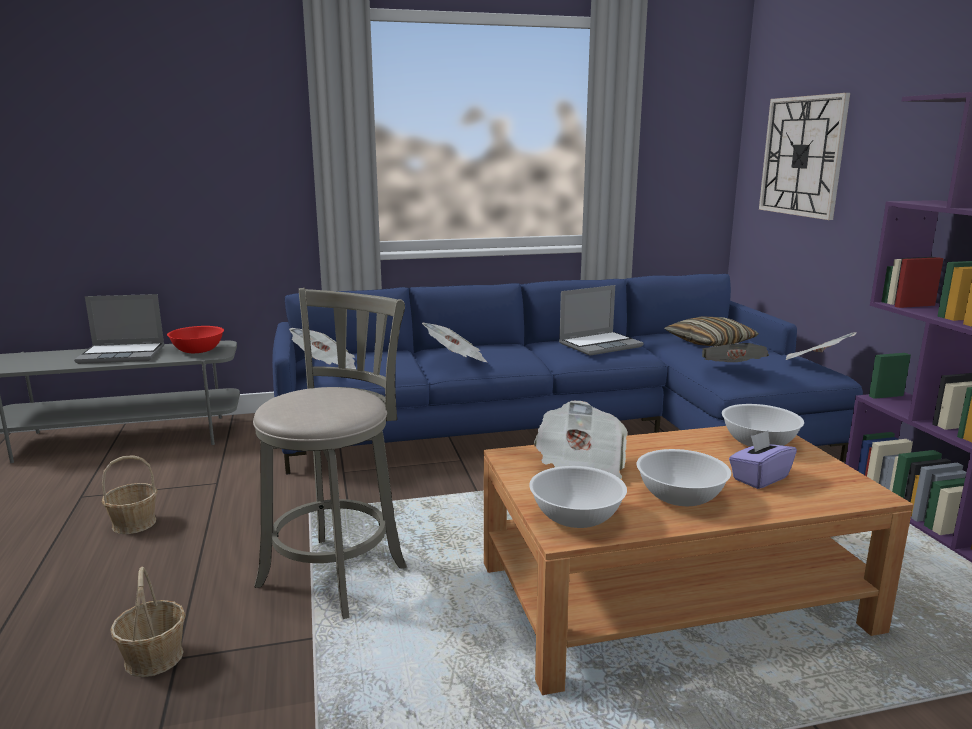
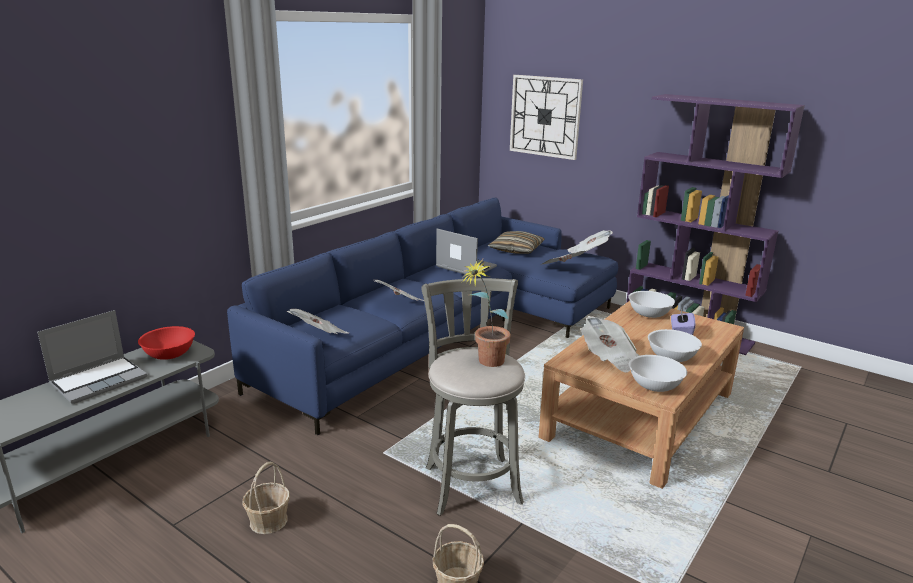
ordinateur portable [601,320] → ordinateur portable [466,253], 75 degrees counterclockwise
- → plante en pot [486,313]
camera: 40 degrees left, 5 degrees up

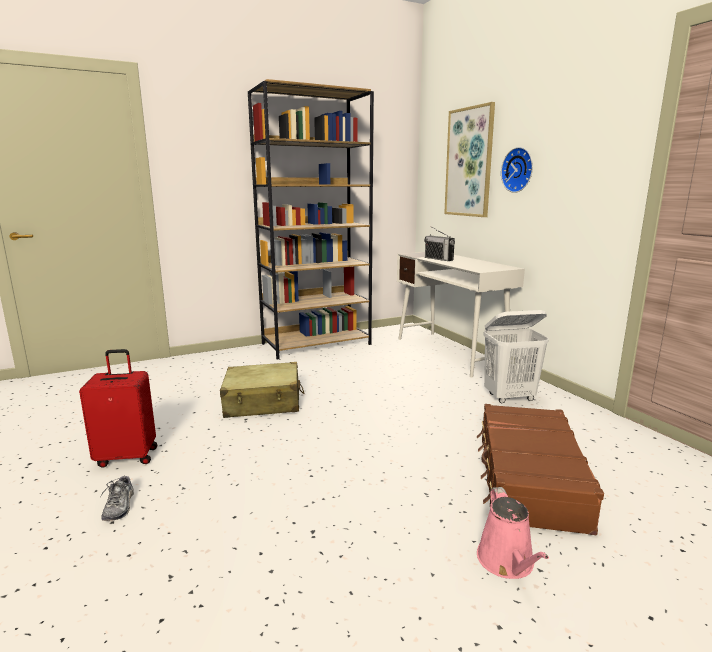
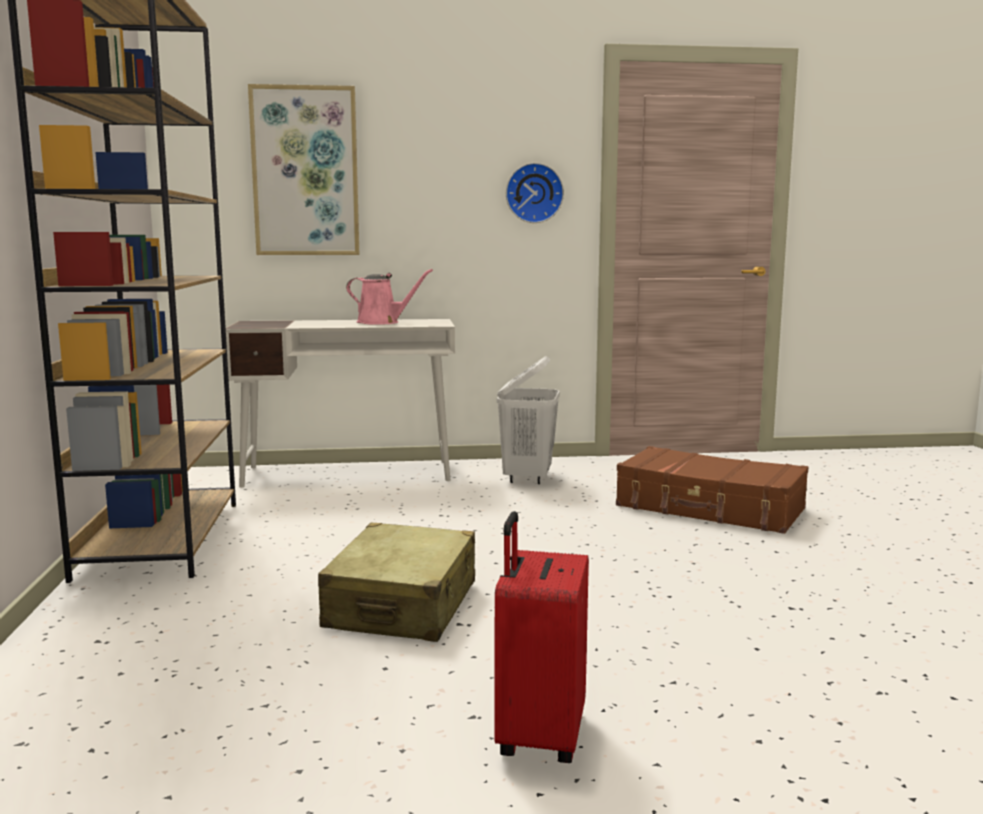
horloge murale [517,170] → horloge murale [535,193], relocated
radio [439,243] → -
chaussure [117,497] → -
arrosoir [rose] [513,533] → arrosoir [rose] [389,297], relocated
camera: 70 degrees left, 5 degrees down

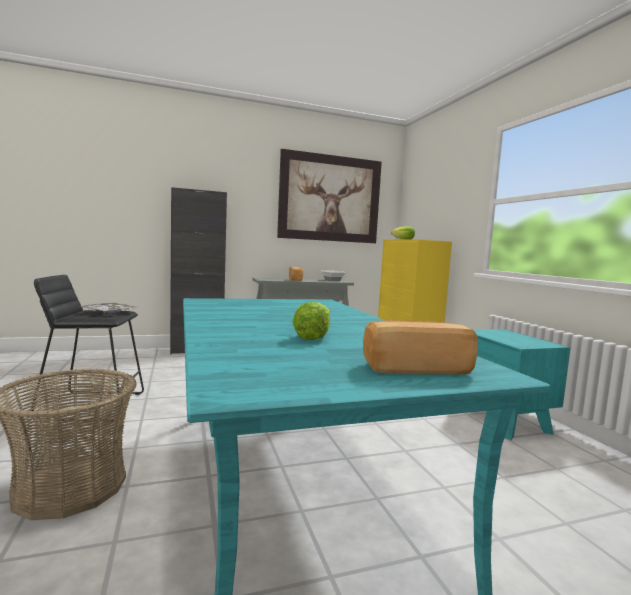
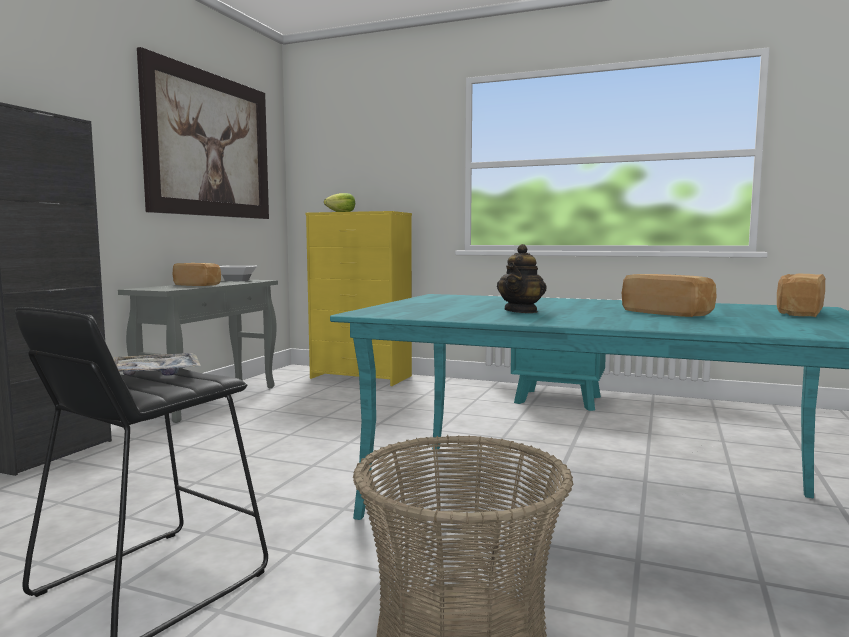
laitue [311,321] → pain [669,295]
- → théière [522,278]
camera: 50 degrees left, 0 degrees up

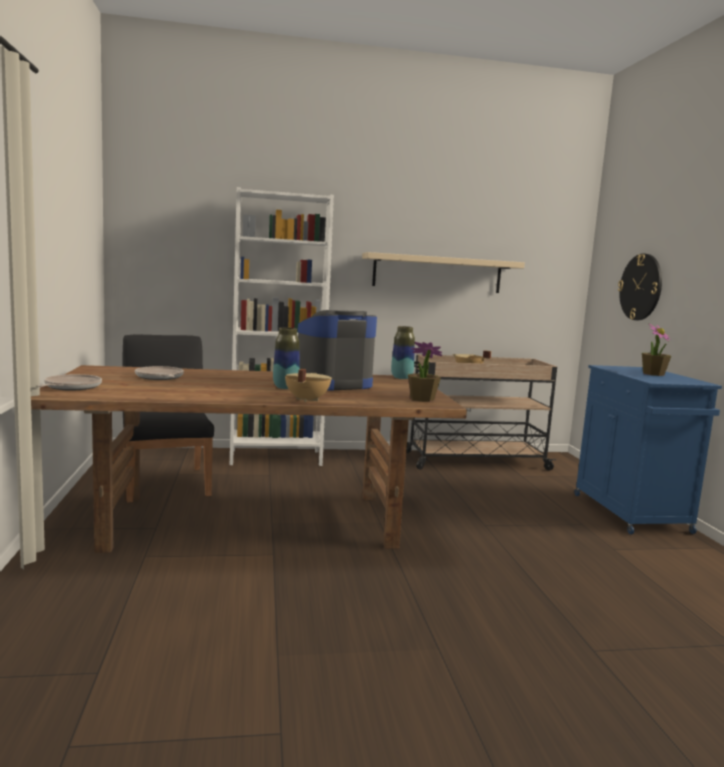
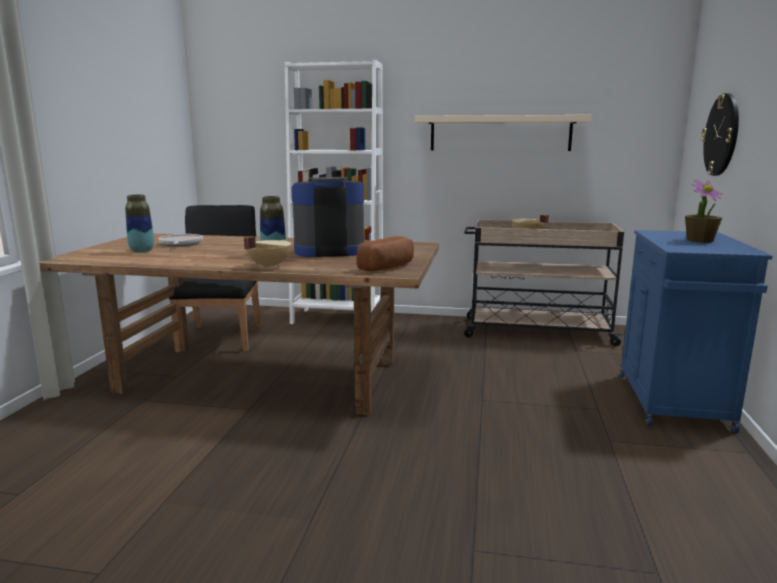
vase [403,352] → vase [139,223], relocated
plante en pot [425,372] → pain [385,253]
poêle [70,382] → -
camera: 20 degrees right, 5 degrees up

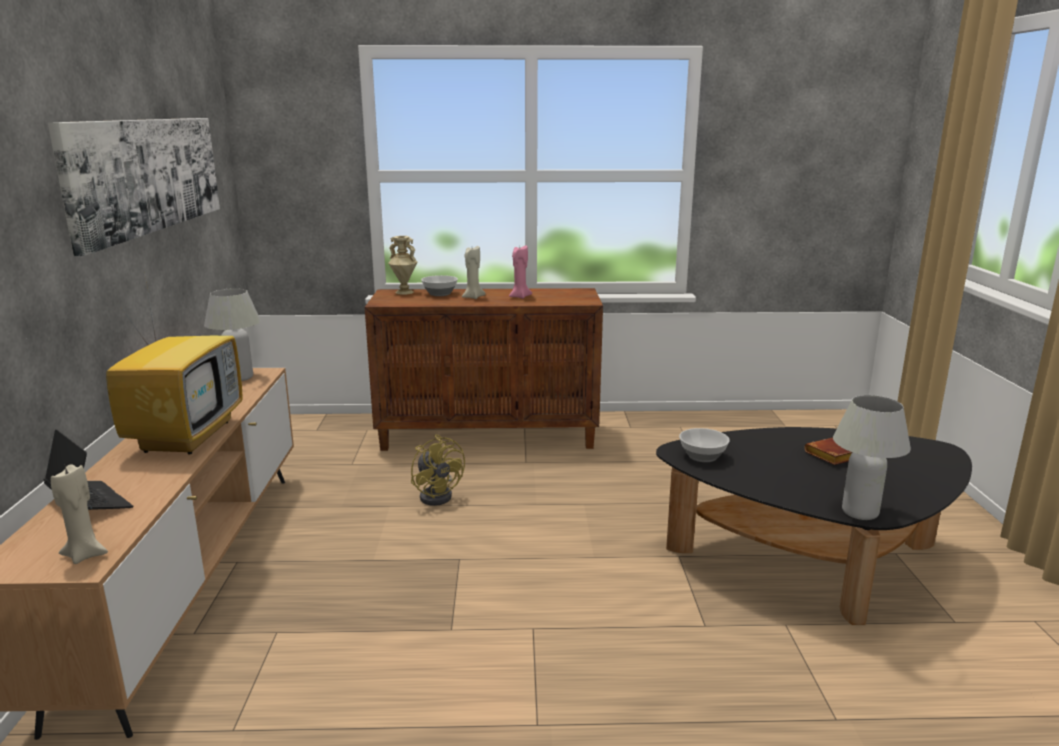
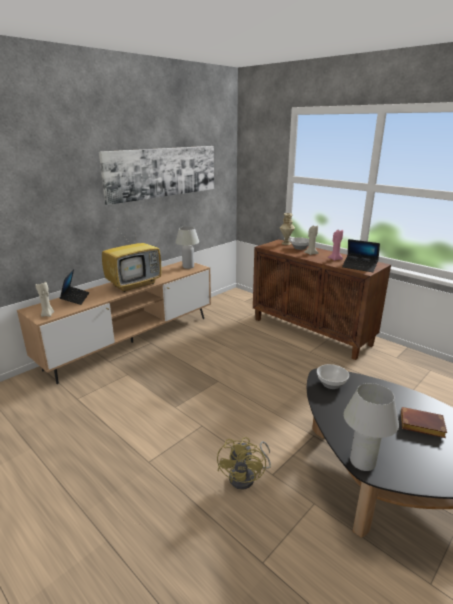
ventilateur [jaune] [438,470] → ventilateur [jaune] [244,463], relocated
- → ordinateur portable [361,255]
camera: 45 degrees right, 5 degrees up

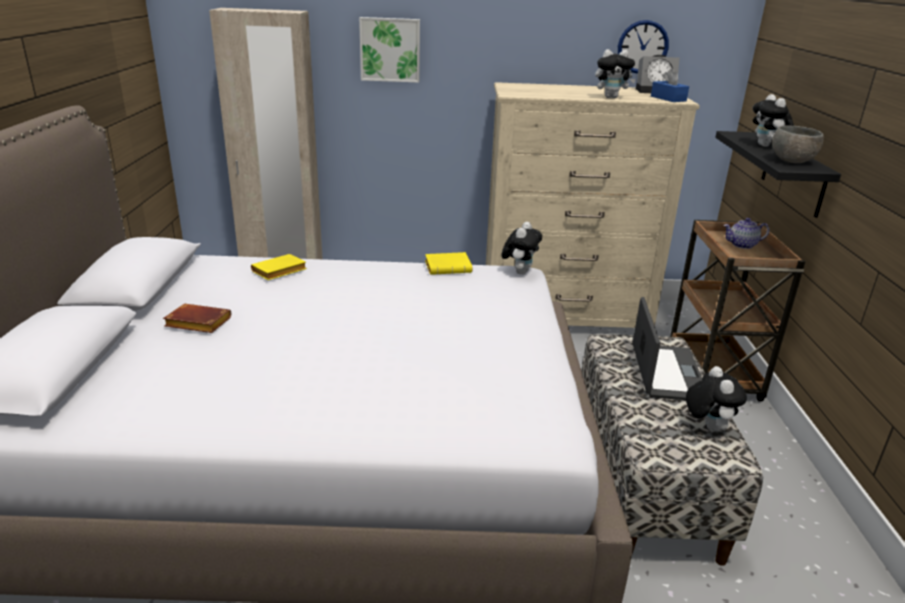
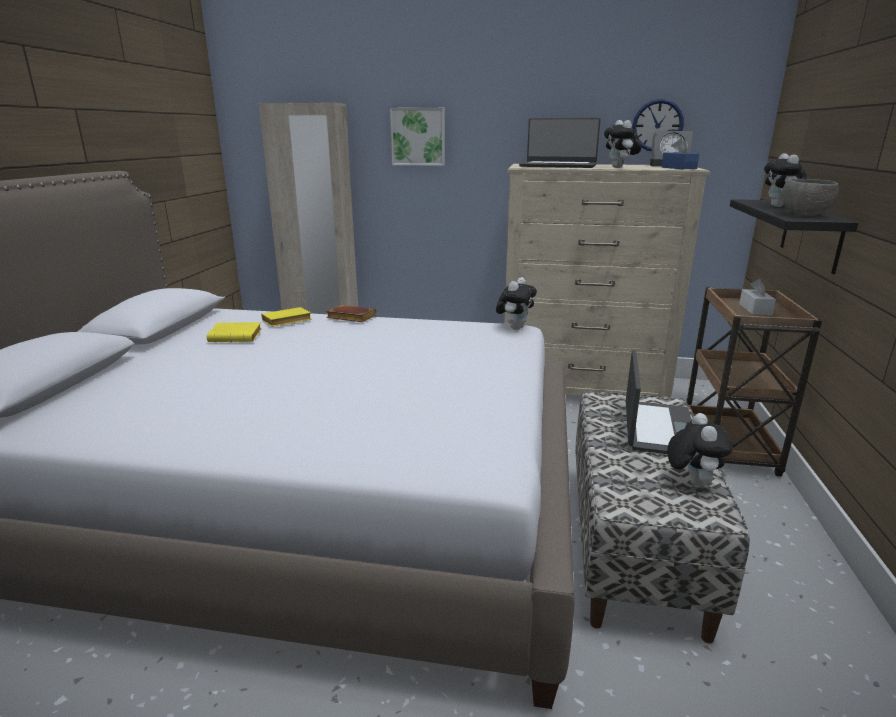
peluche [615,73] → peluche [622,144], 75 degrees clockwise
théière [746,233] → boîte à mouchoirs [blanc] [757,297]
livre [jaune] [448,263] → livre [jaune] [234,332], relocated
livre [marron] [197,318] → livre [marron] [351,313], relocated
- → ordinateur portable [560,143]
camera: 10 degrees right, 5 degrees down

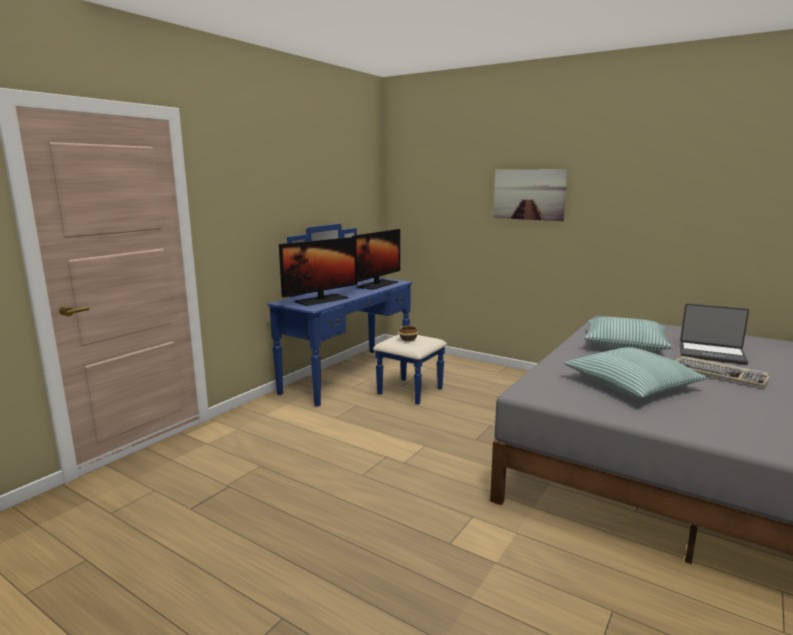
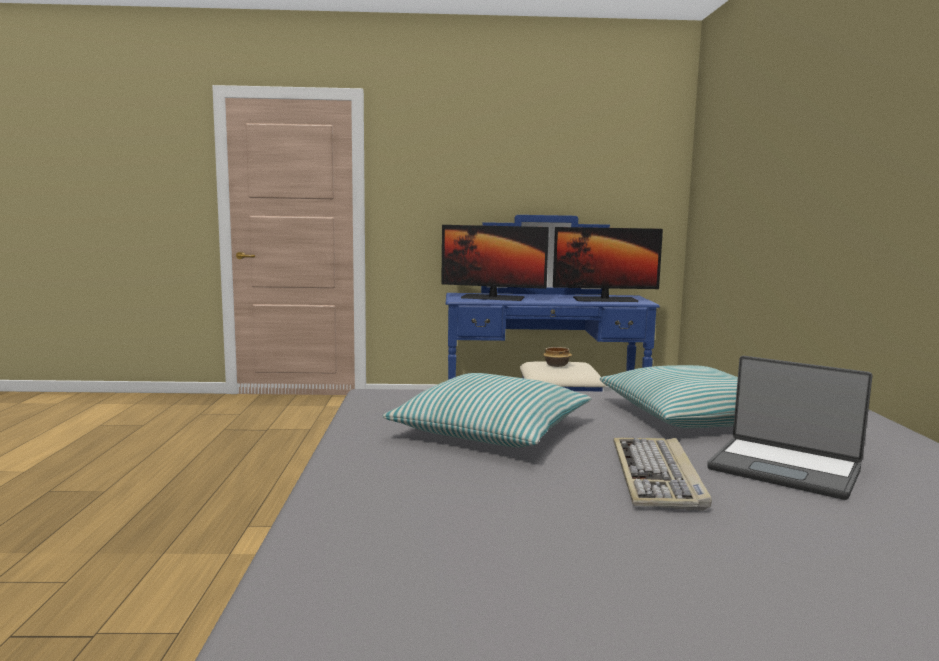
tableau [530,195] → -
ordinateur portable [714,334] → ordinateur portable [790,428], 45 degrees counterclockwise
camera: 55 degrees right, 5 degrees down

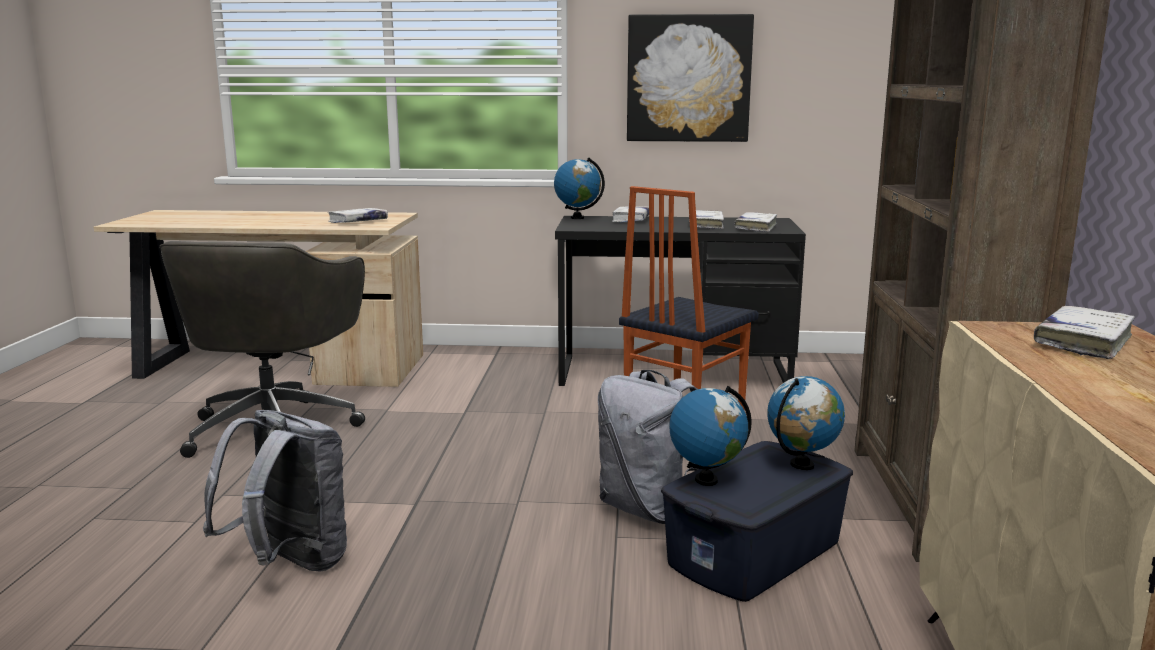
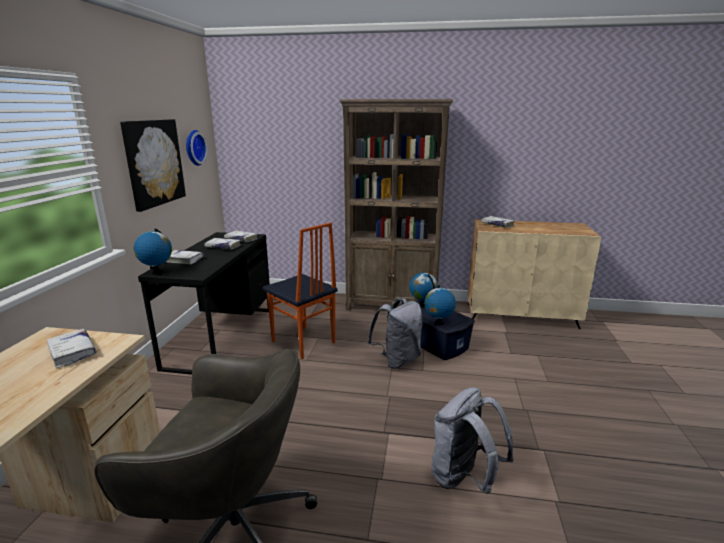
- → horloge murale [197,148]
camera: 85 degrees left, 5 degrees up

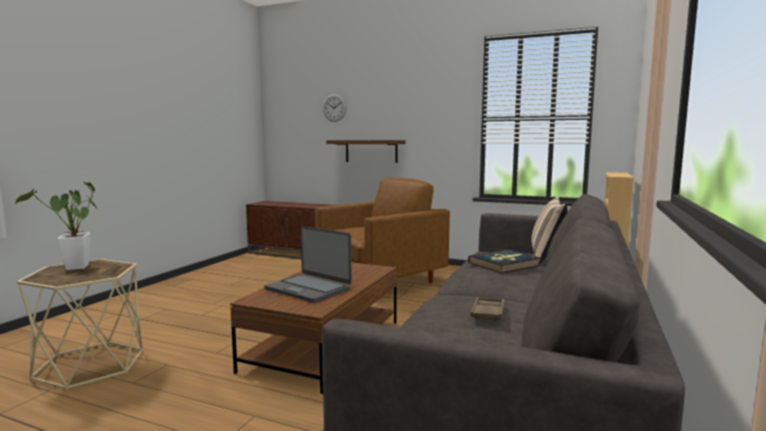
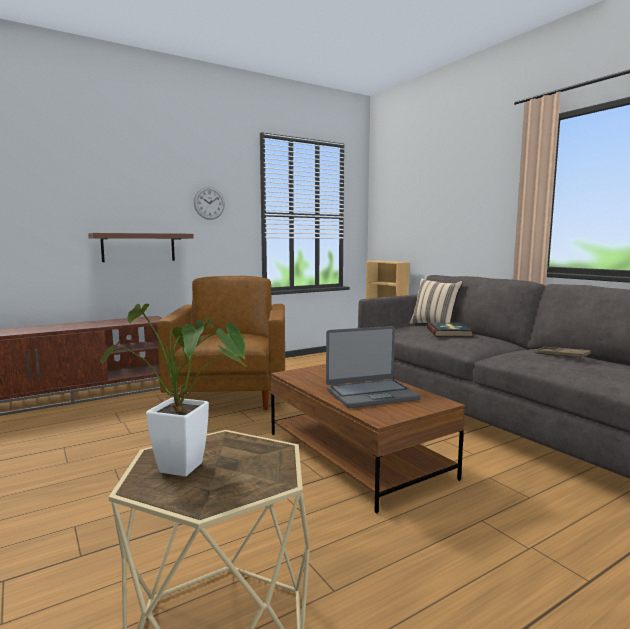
horloge murale [335,108] → horloge murale [209,203], relocated
camera: 55 degrees left, 0 degrees up

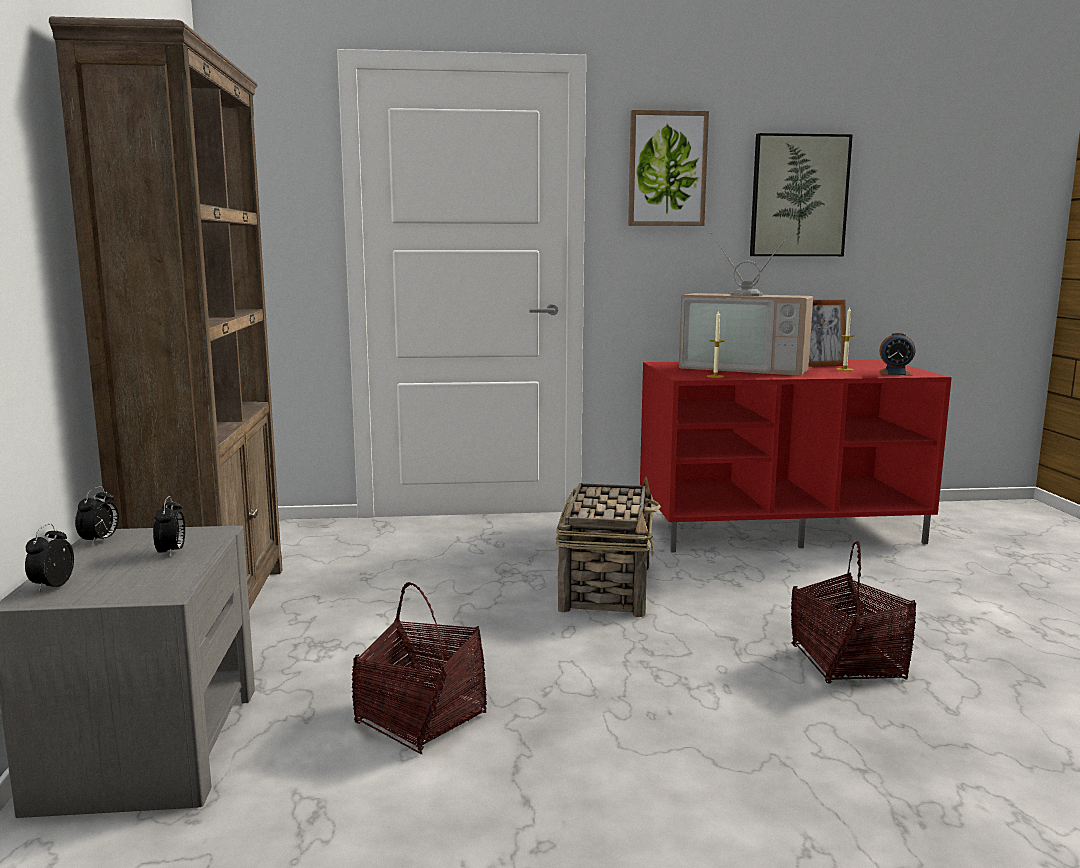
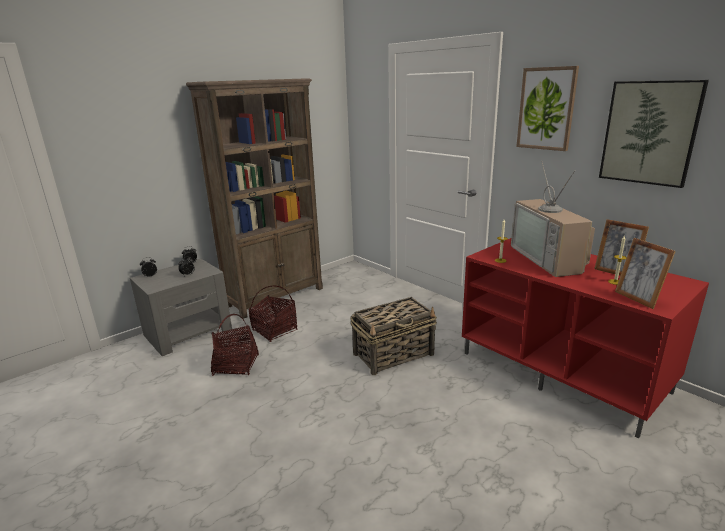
réveil [897,354] → cadre photo [645,273]
panier [853,612] → panier [272,314], relocated
camera: 55 degrees right, 10 degrees up

